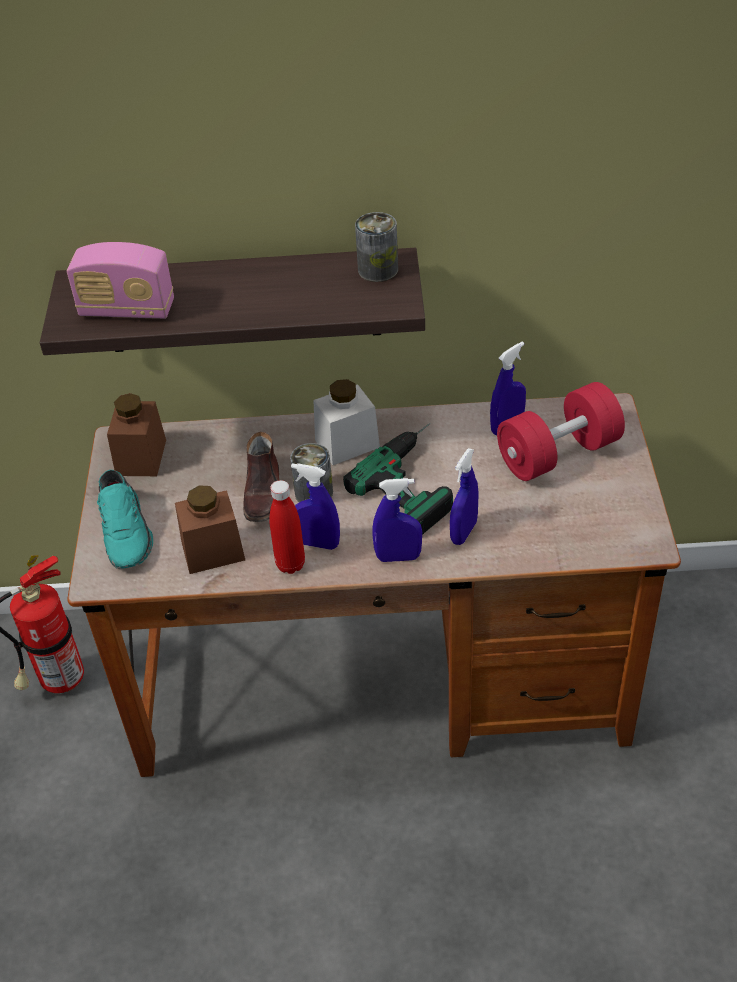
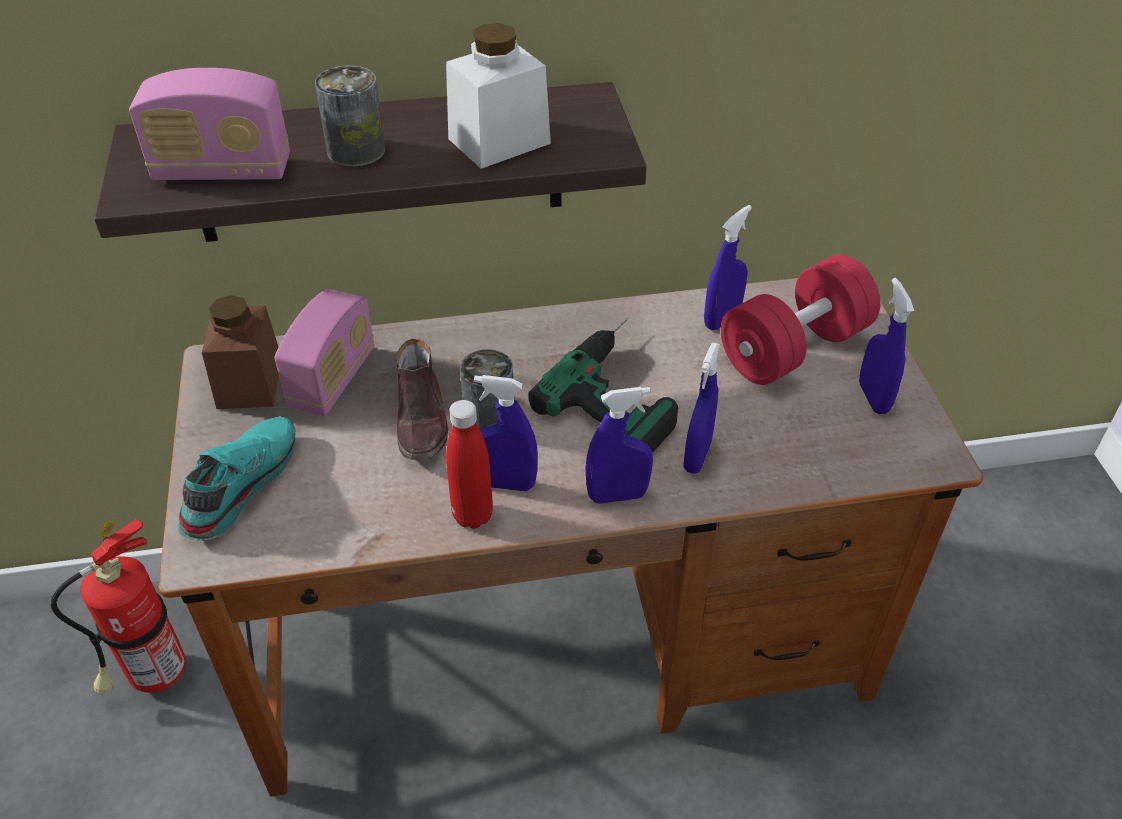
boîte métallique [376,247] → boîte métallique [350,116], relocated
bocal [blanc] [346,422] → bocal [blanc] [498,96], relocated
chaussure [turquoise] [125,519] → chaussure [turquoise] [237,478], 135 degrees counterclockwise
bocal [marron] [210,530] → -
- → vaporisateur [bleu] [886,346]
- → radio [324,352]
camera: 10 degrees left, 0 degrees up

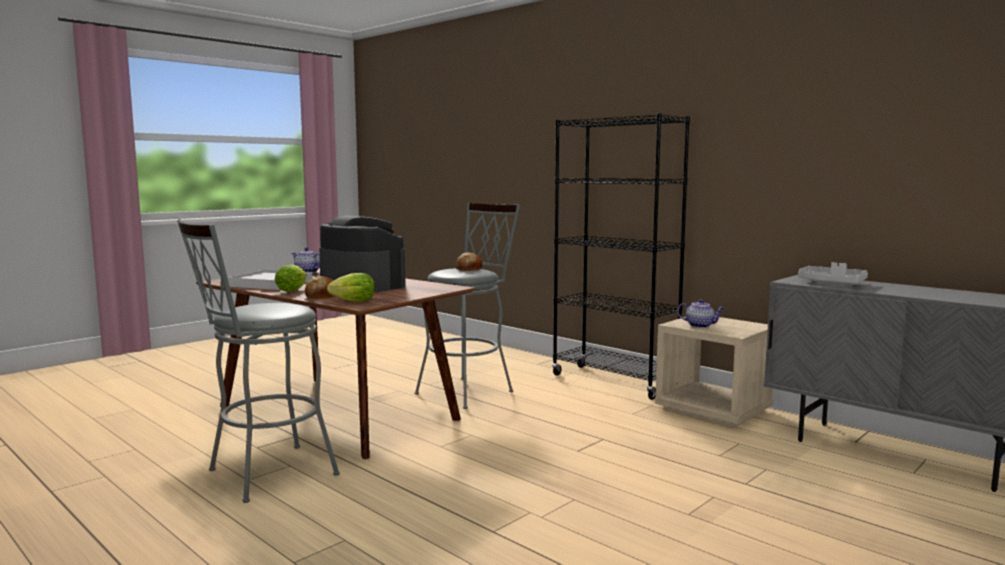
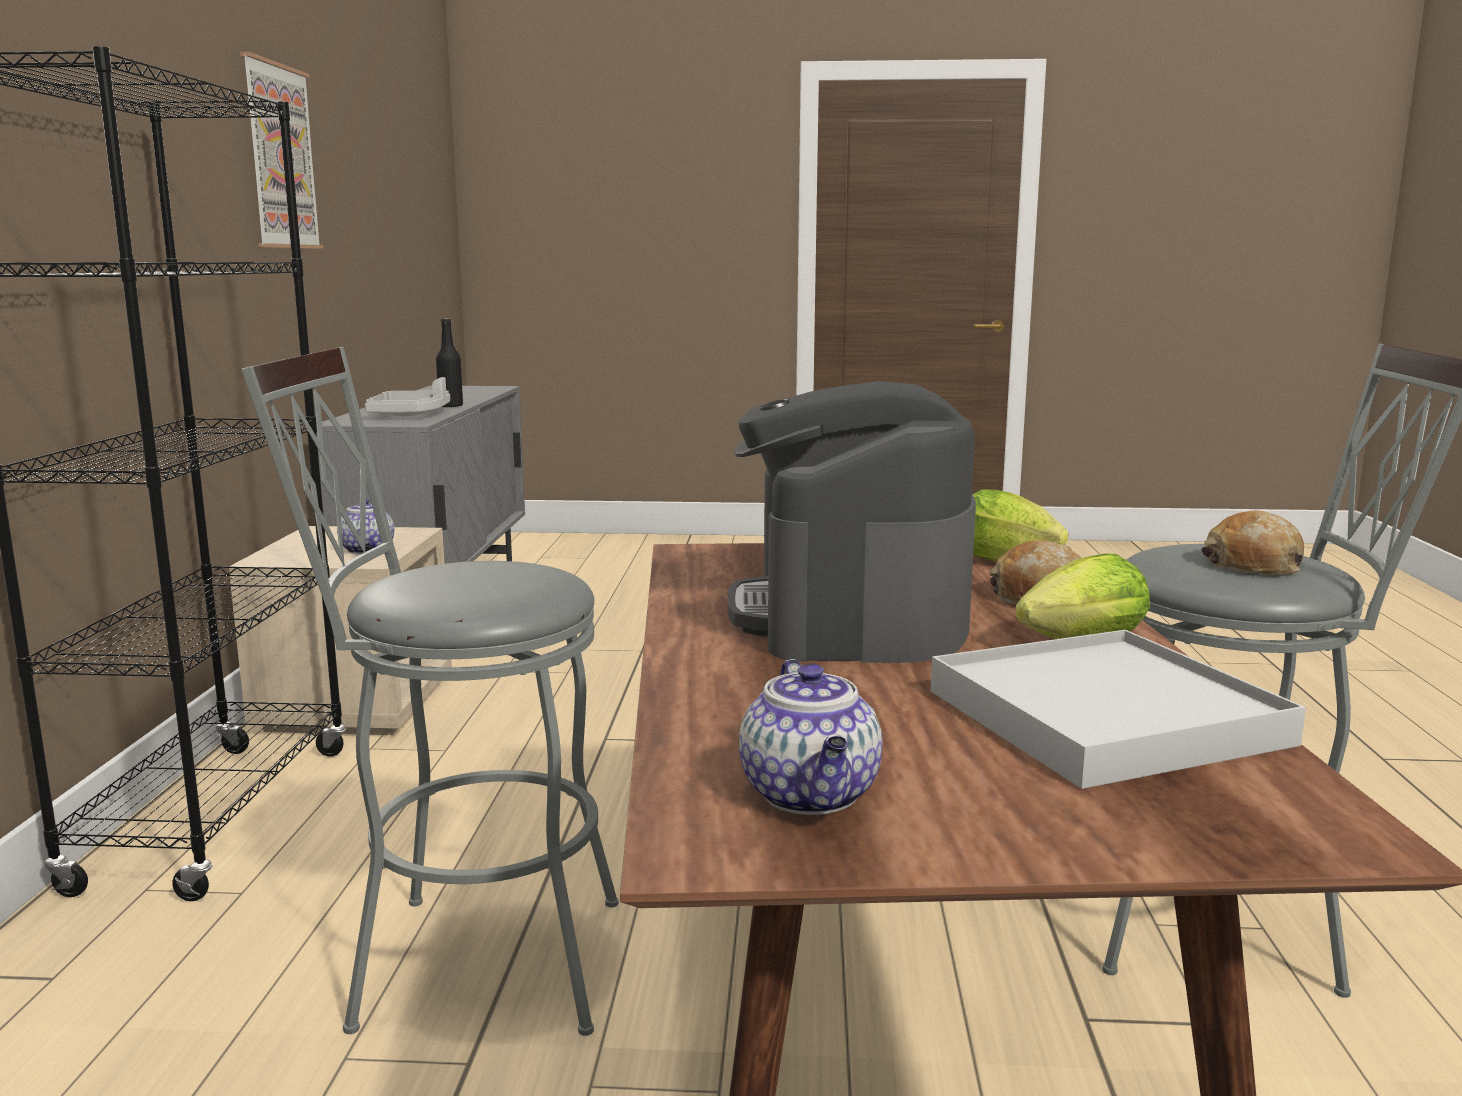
pain [469,261] → pain [1252,542], relocated
- → tableau [281,150]
- → bouteille [noir] [449,363]
camera: 130 degrees left, 5 degrees up

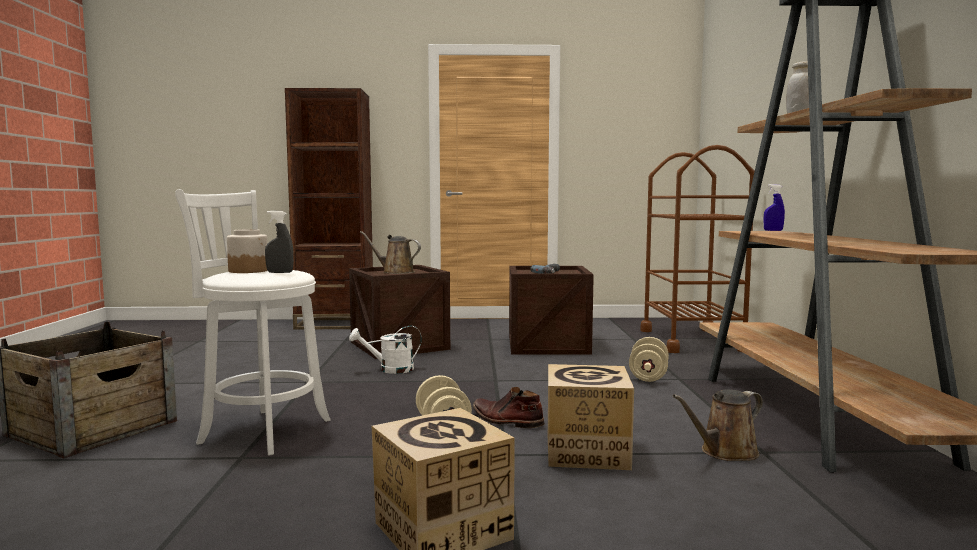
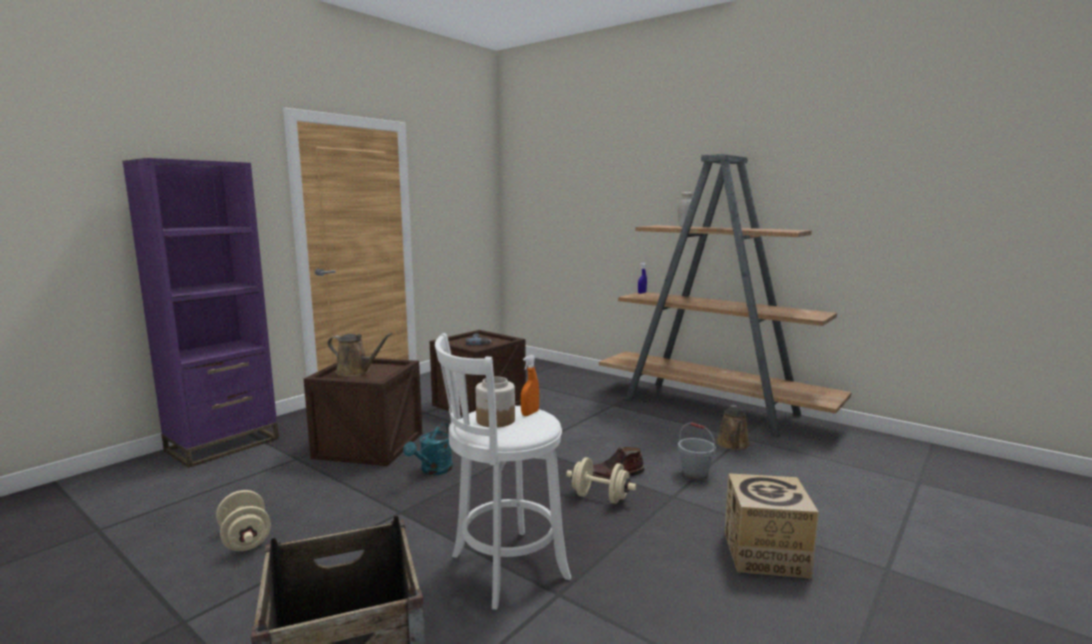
bibliothèque [marron] [329,209] → bibliothèque [violet] [200,313]
chariot [marron] [697,249] → -
vaporisateur [gris] [279,242] → vaporisateur [orange] [530,385]
arrosoir [marron] [390,252] → arrosoir [marron] [360,354], 135 degrees counterclockwise
arrosoir [blanc] [385,350] → arrosoir [turquoise] [428,449]
haltère [beige] [649,359] → haltère [beige] [243,520], relocated
carton [591,417] → seau [gris] [697,451]
camera: 50 degrees left, 5 degrees up

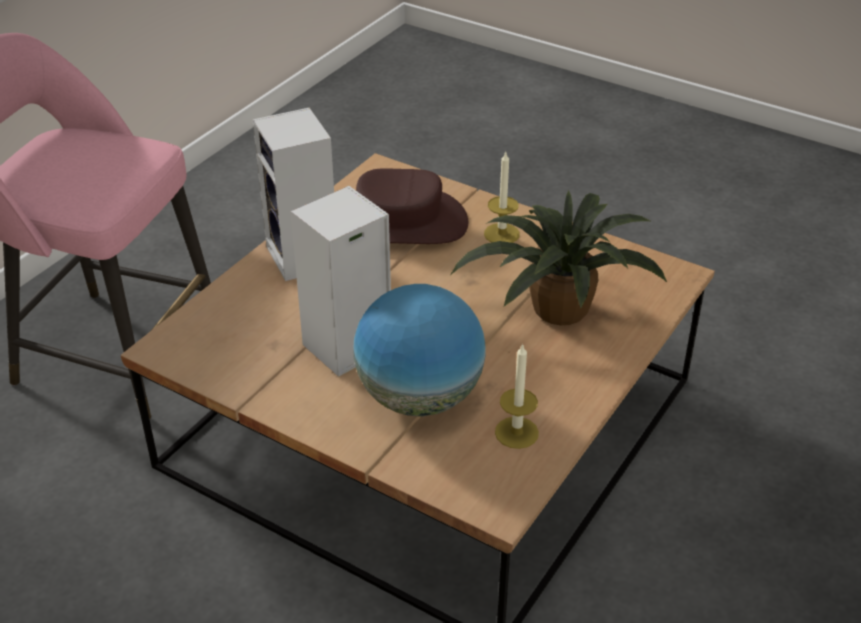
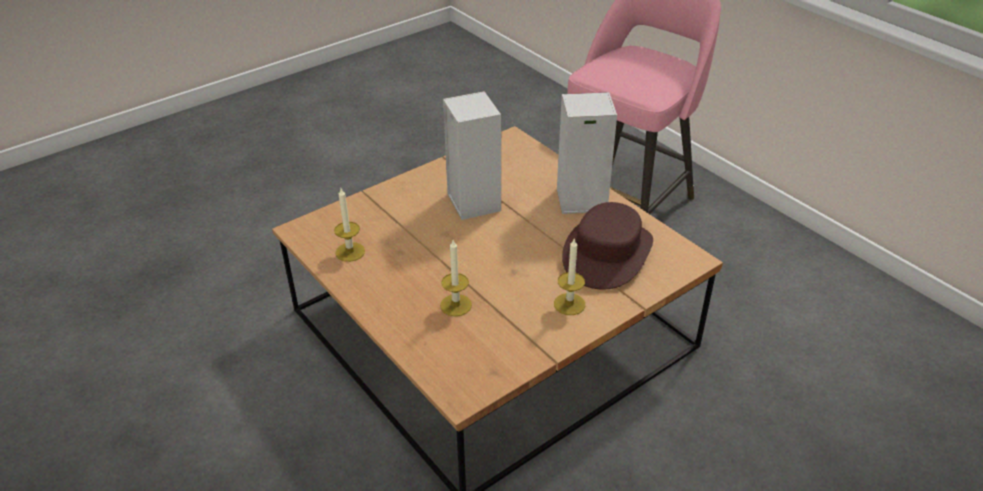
plante en pot [559,257] → bougie [456,278]
globe [419,350] → -
camera: 110 degrees right, 0 degrees up

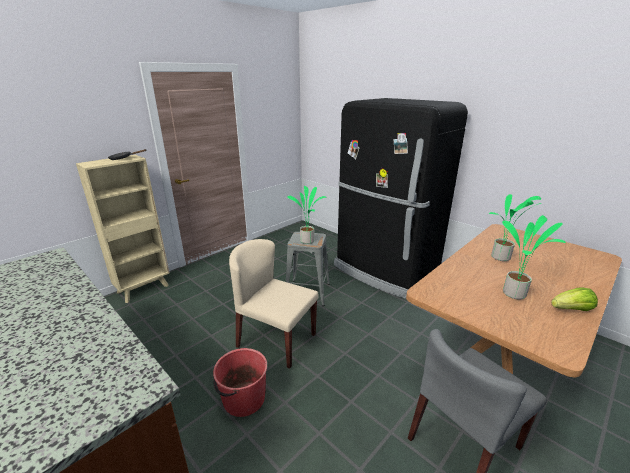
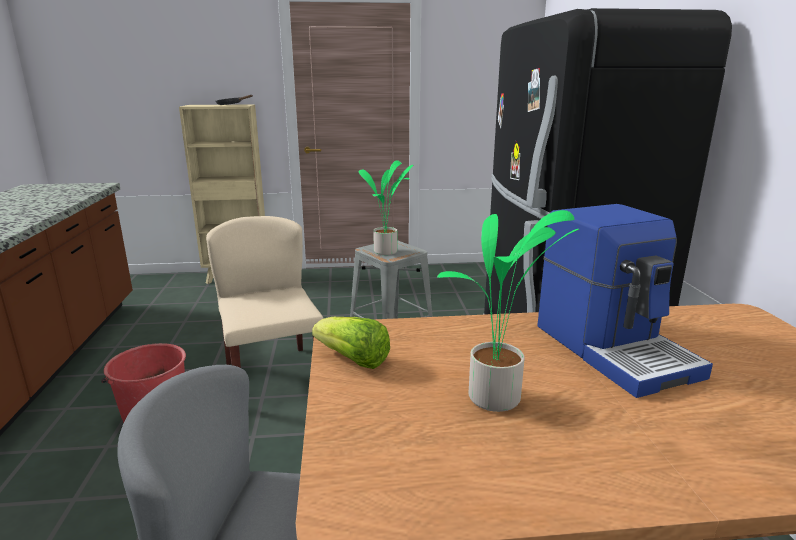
plante en pot [515,227] → machine à café [625,301]
laitue [574,299] → laitue [351,343], relocated
camera: 40 degrees right, 5 degrees down

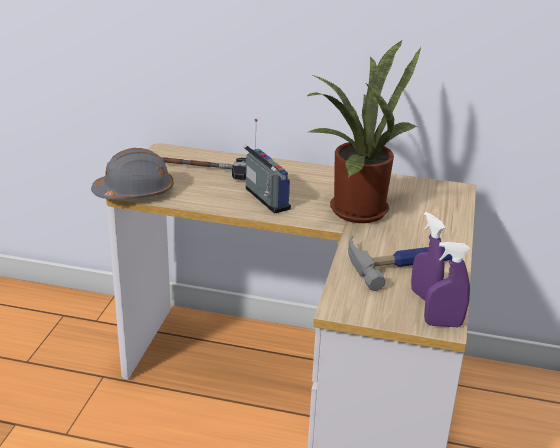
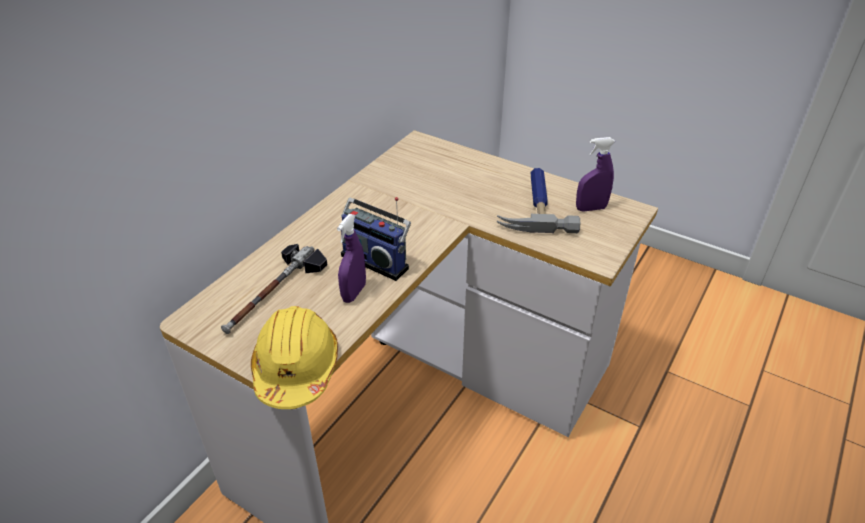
plante en pot [364,131] → -
radio [267,166] → radio [376,239], 135 degrees counterclockwise
casque de chantier [gris] [132,173] → casque de chantier [jaune] [294,357]
vaporisateur [violet] [447,284] → vaporisateur [violet] [351,258], relocated
camera: 70 degrees left, 10 degrees up

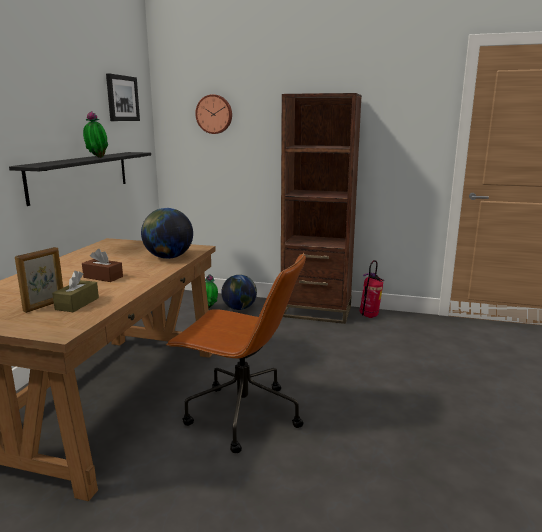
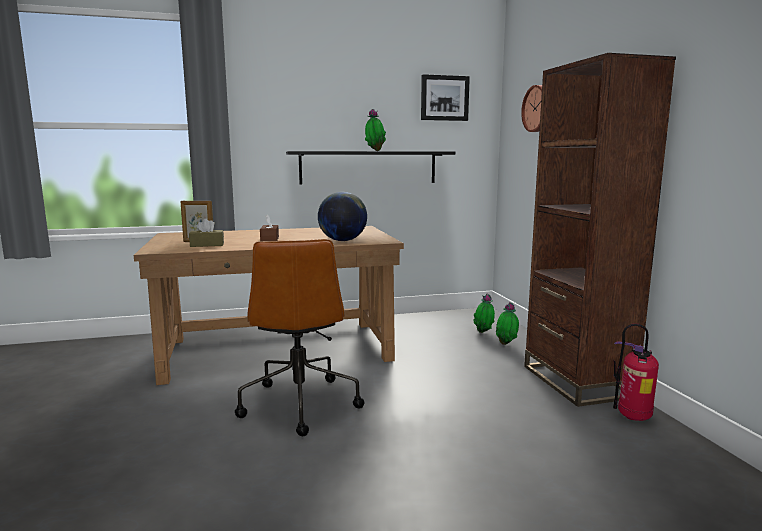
globe [239,292] → plante en pot [507,323]
camera: 60 degrees right, 5 degrees down

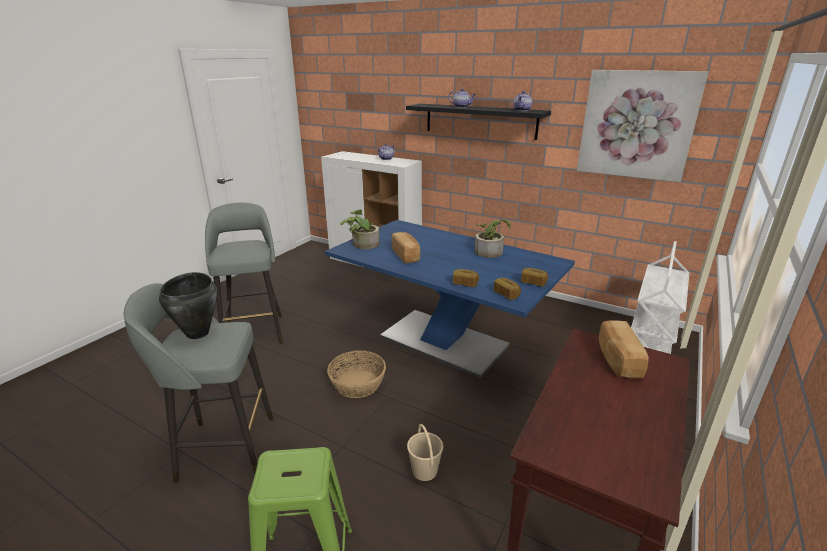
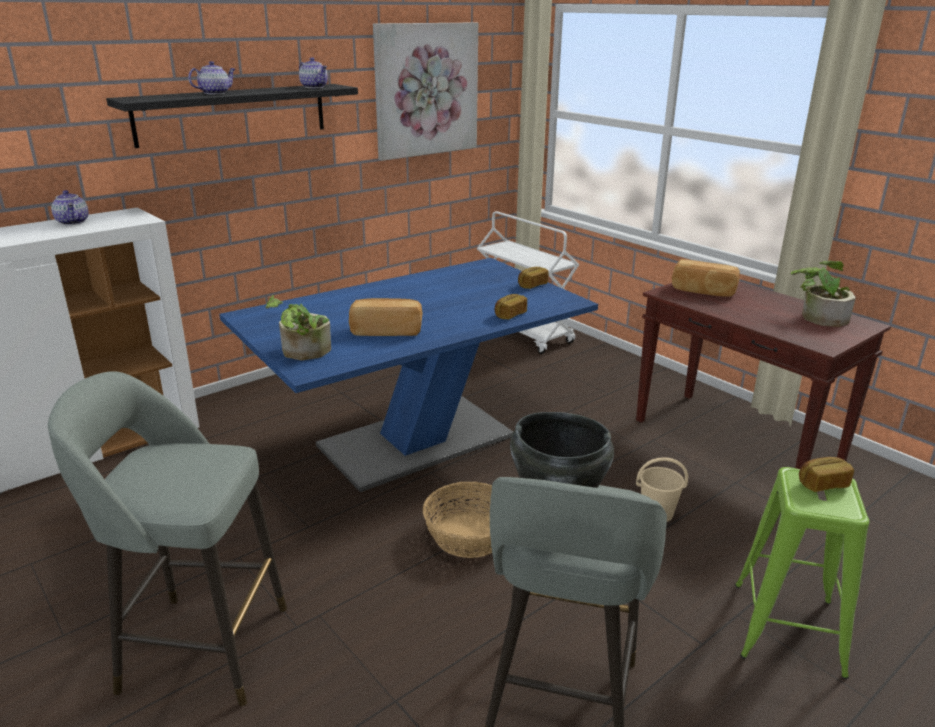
plante en pot [493,238] → plante en pot [823,294], relocated
pain [507,289] → pain [826,474], relocated
camera: 70 degrees left, 0 degrees up

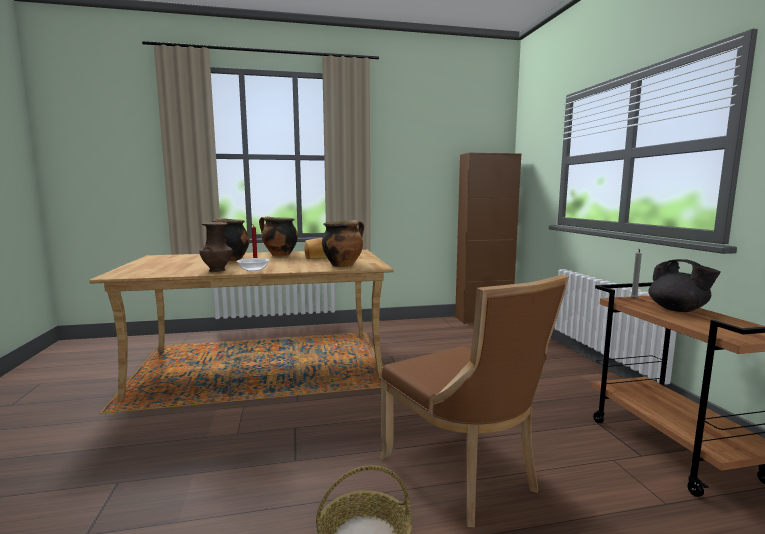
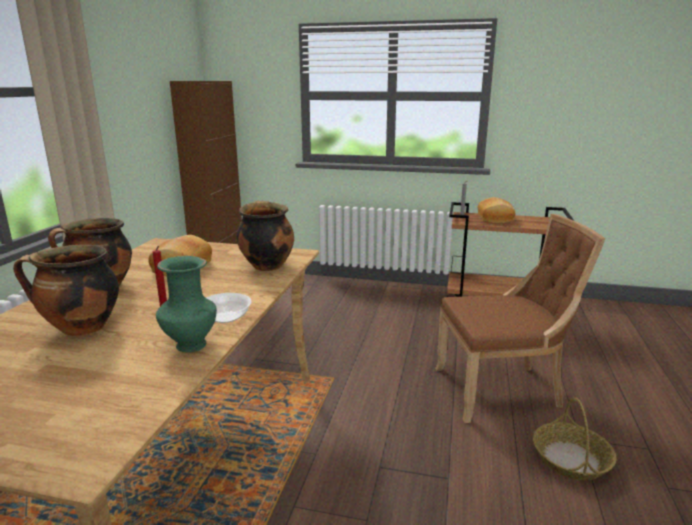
vase [marron] [216,247] → vase [vert] [186,304]
théière [noir] [684,285] → pain [496,210]
camera: 65 degrees left, 10 degrees up

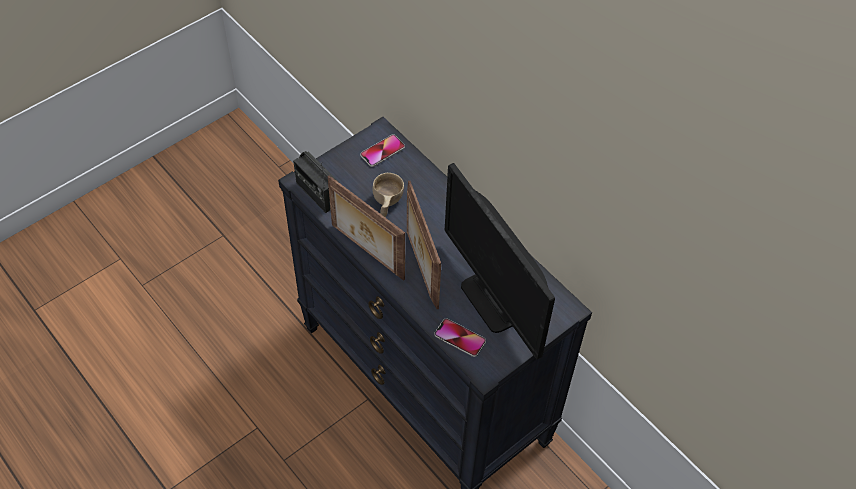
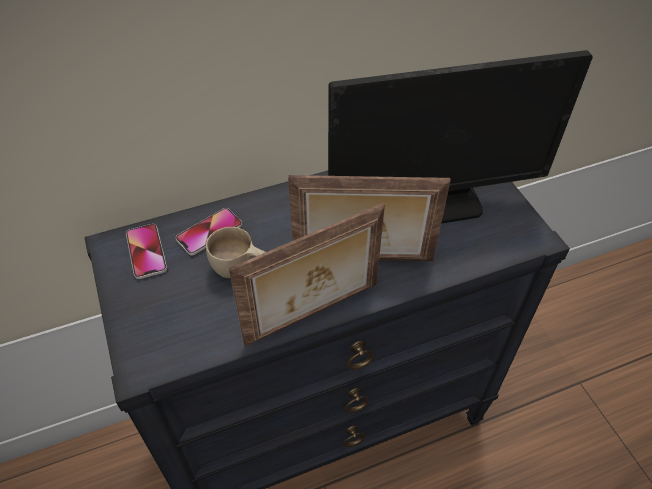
radio [315,182] → -
téléphone [460,337] → téléphone [209,231], relocated
camera: 70 degrees left, 5 degrees down

